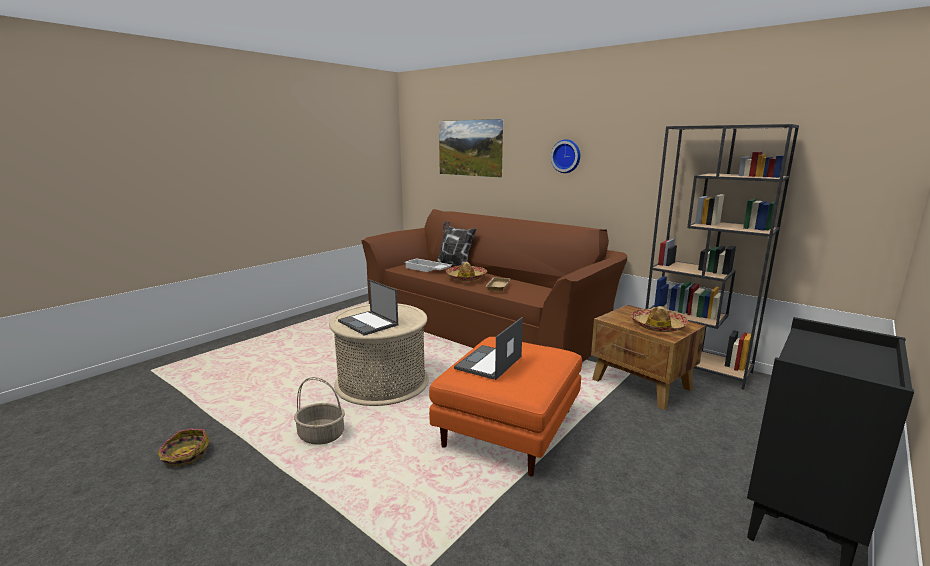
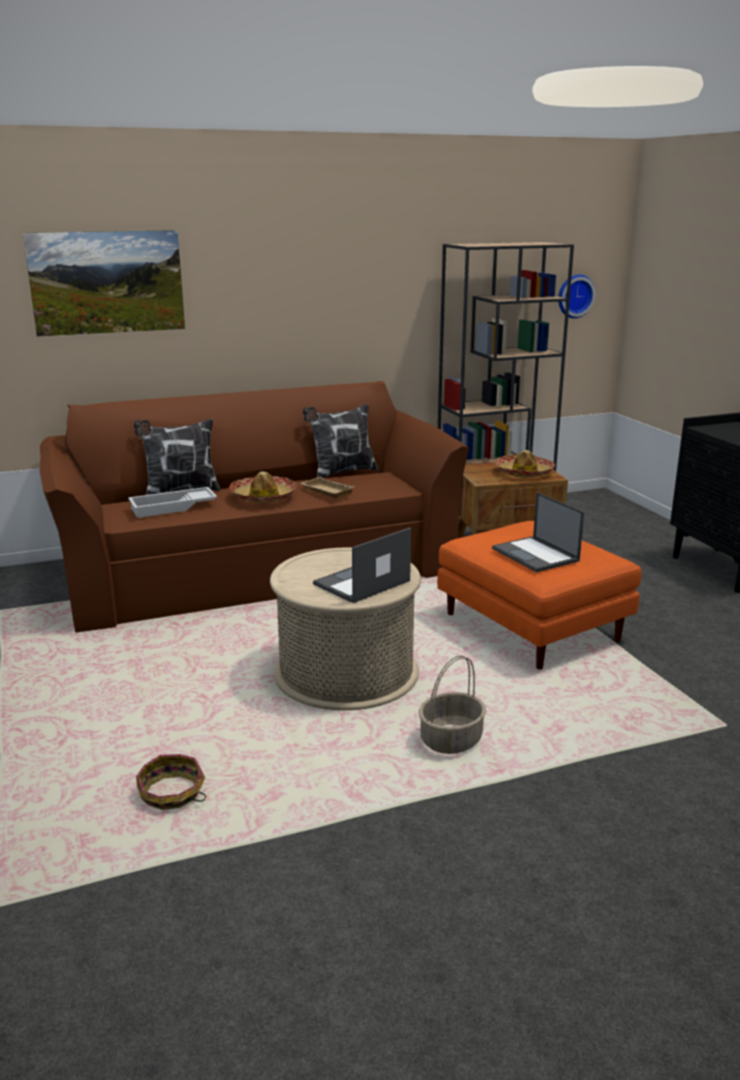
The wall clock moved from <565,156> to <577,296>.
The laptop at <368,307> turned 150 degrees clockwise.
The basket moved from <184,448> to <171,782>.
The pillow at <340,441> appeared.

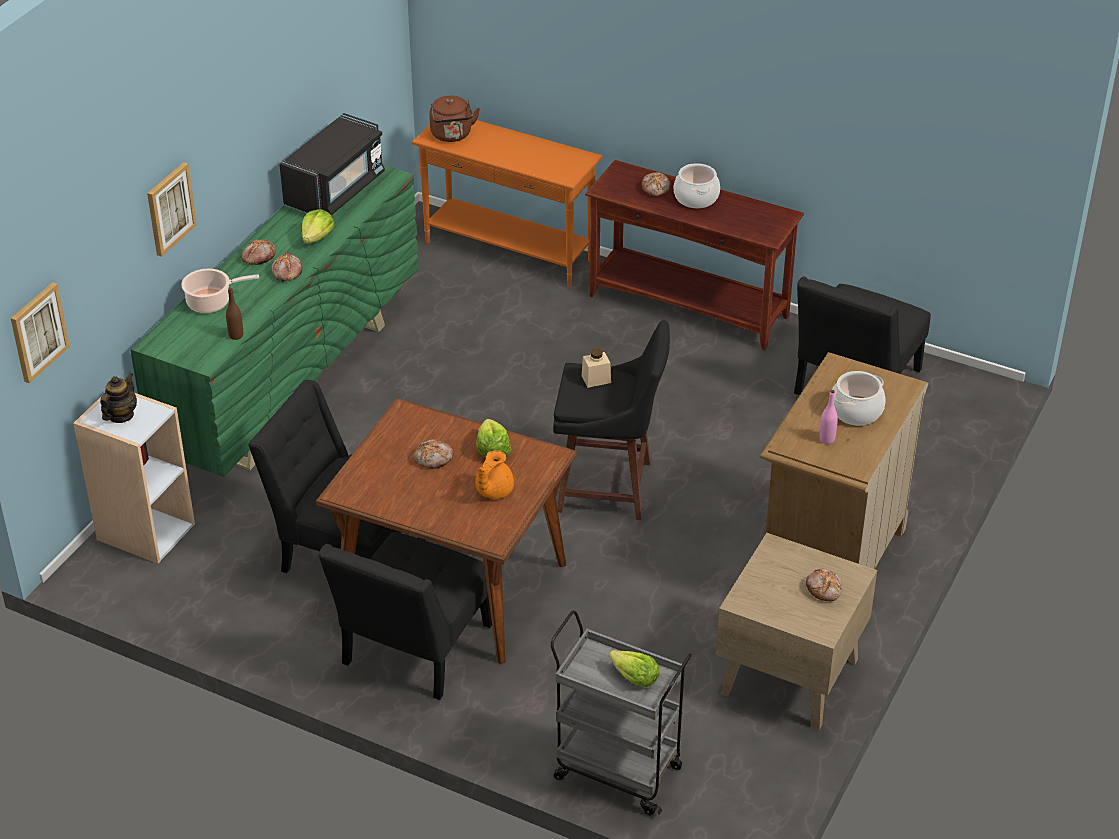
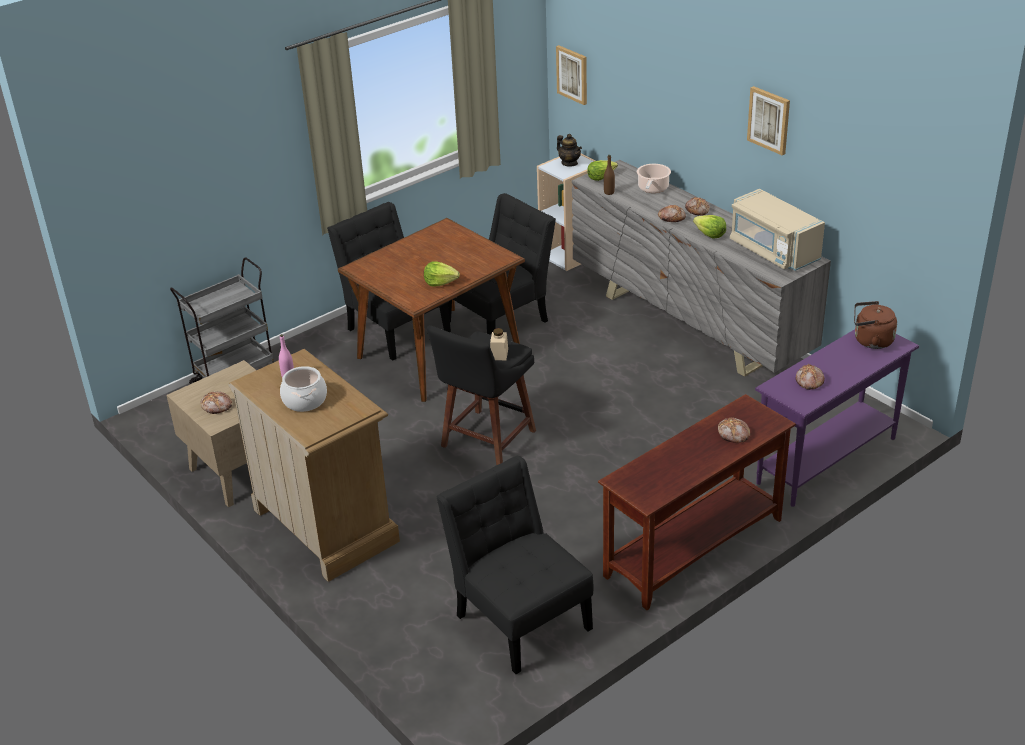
The microwave (black) at <332,164> became the microwave (beige) at <777,230>.
The console table (orange) at <507,203> became the console table (purple) at <837,418>.
The picture moved from <172,209> to <768,120>.
The cooking pot at <697,185> disappeared.
The cabinet (green) at <274,321> became the cabinet (grey) at <701,268>.
The bread moved from <434,454> to <810,377>.
The teapot (orange) at <494,474> disappeared.
The lettuce moved from <634,668> to <602,170>.

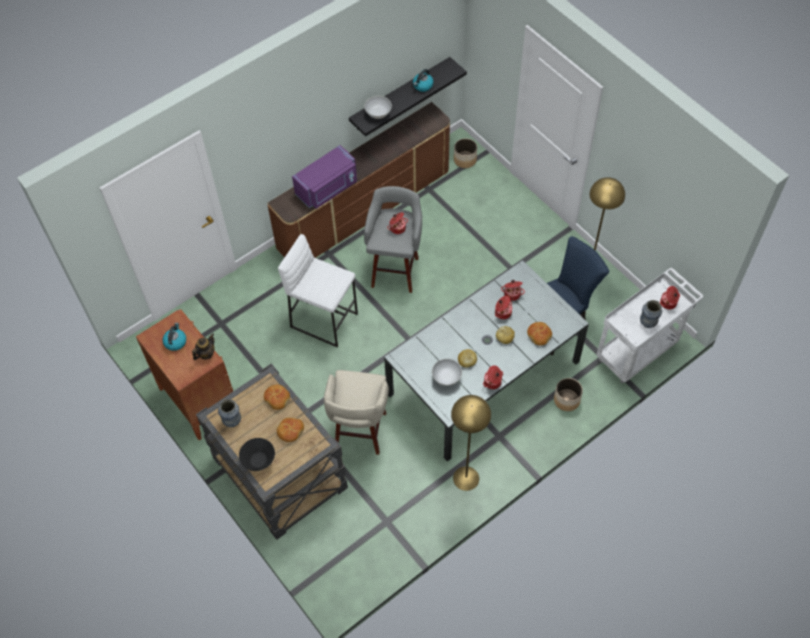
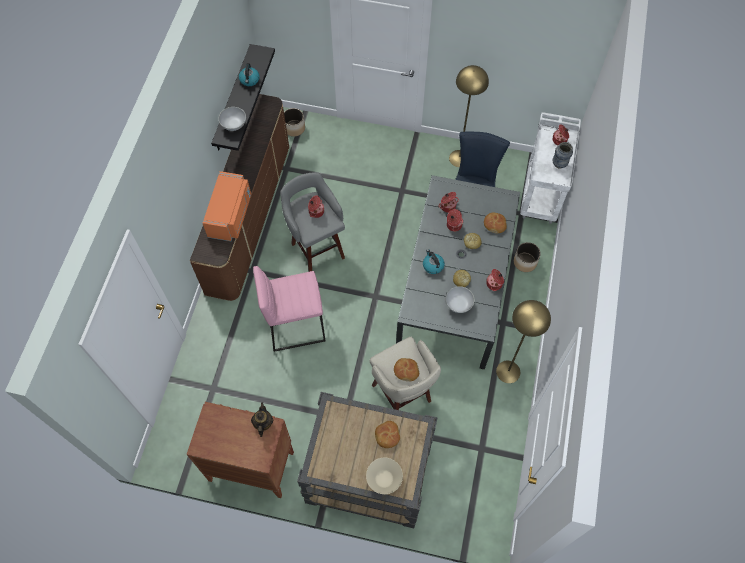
The microwave (purple) at <324,177> became the microwave (orange) at <227,206>.
The stool (white) at <318,290> became the stool (pink) at <289,309>.
The kettle moved from <174,337> to <434,261>.
The bread moved from <277,397> to <406,369>.
The vase at <229,413> disappeared.
The bowl (black) at <257,454> became the bowl (beige) at <384,475>.

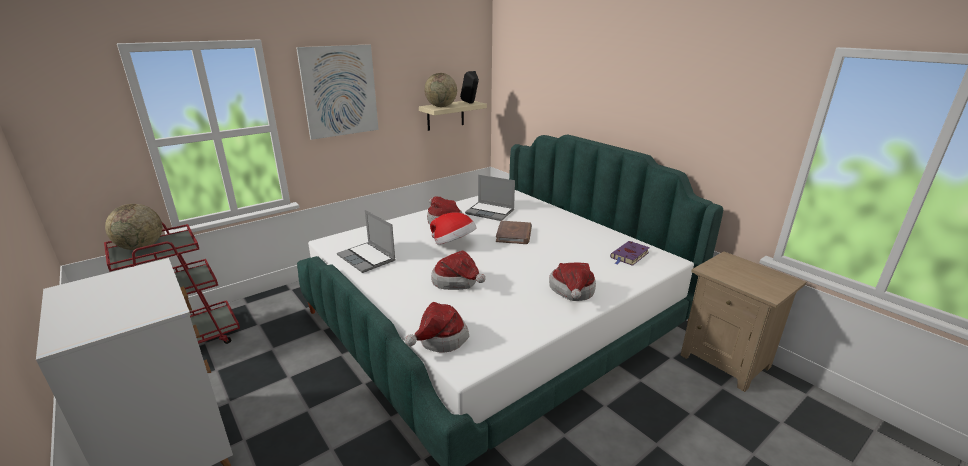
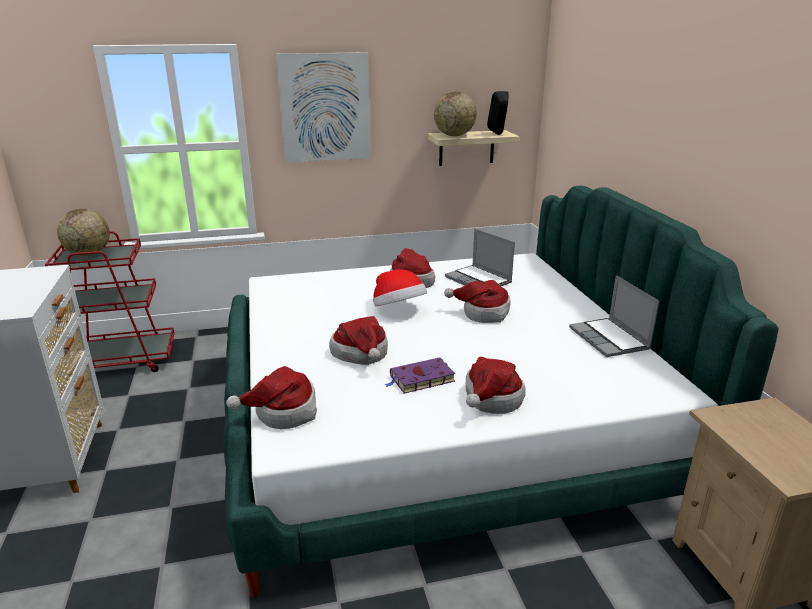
The laptop moved from <366,241> to <614,316>.
The book (brown) at <514,232> was replaced by the hat at <477,301>.
The book (purple) moved from <630,253> to <419,375>.

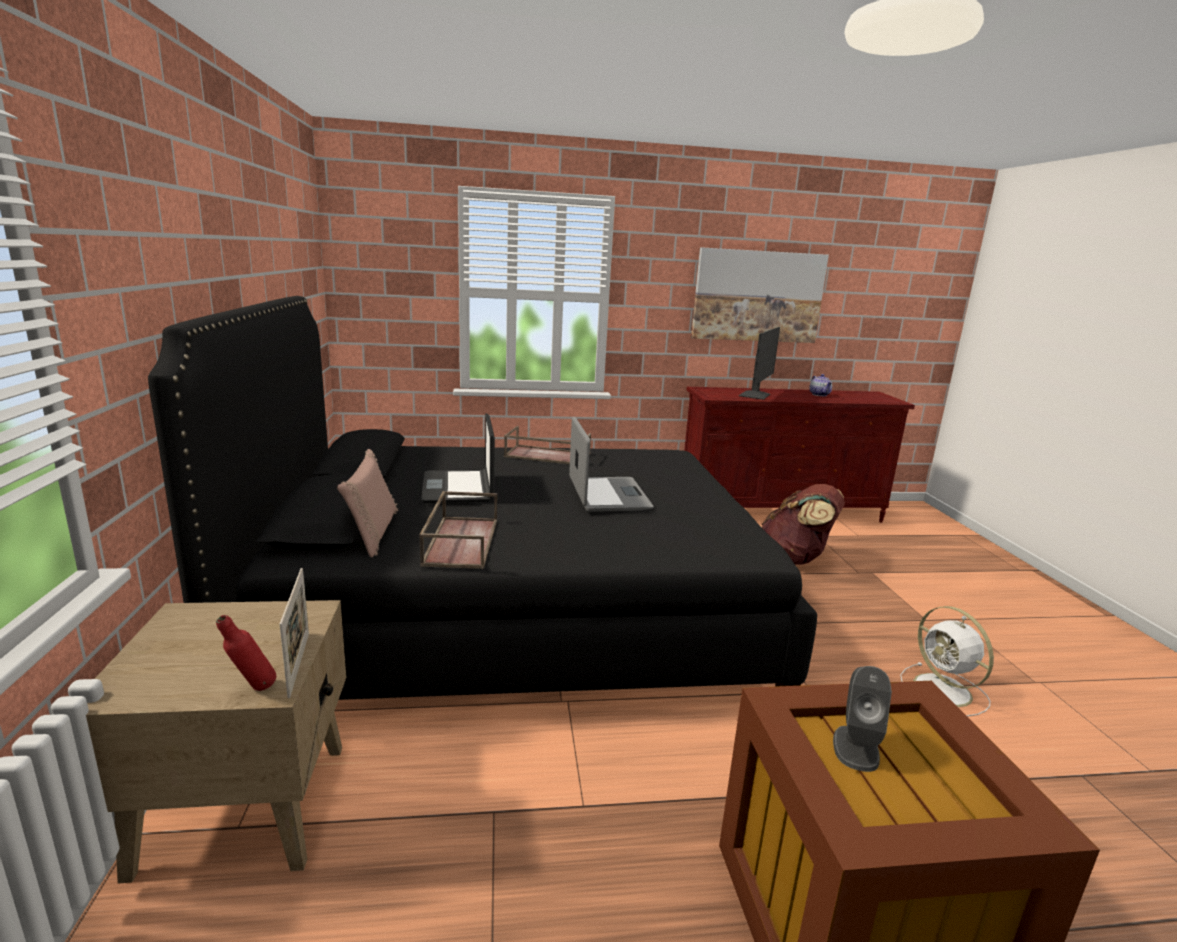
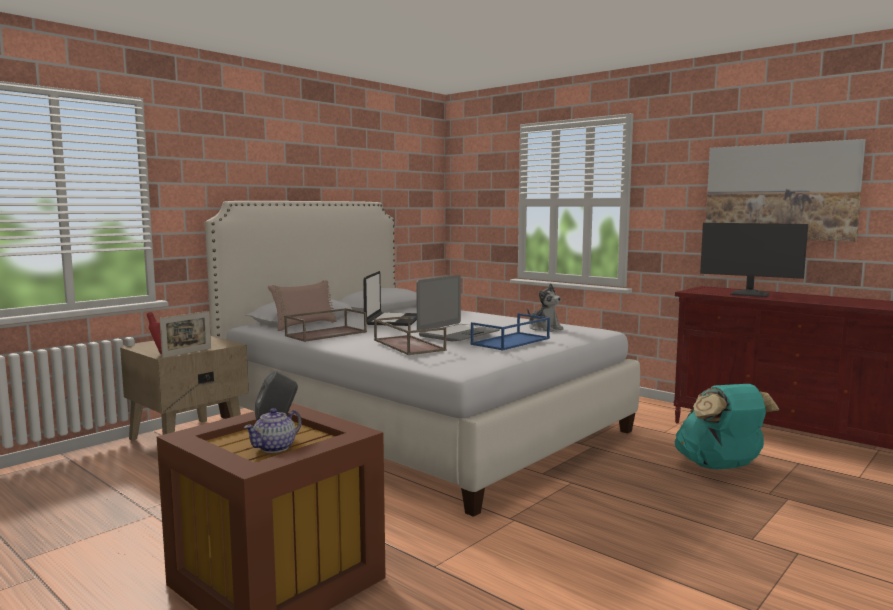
The bed (black) at <482,498> became the bed (white) at <422,359>.
The monitor at <759,363> turned 45 degrees clockwise.
The teapot moved from <821,385> to <273,430>.
The laptop at <458,458> turned 150 degrees clockwise.
The tray (brown) moved from <547,445> to <410,335>.
The backpack (brown) at <803,524> became the backpack (turquoise) at <727,426>.
The fan (white) at <947,661> disappeared.
The plush toy at <545,308> appeared.
The tray (blue) at <510,332> appeared.

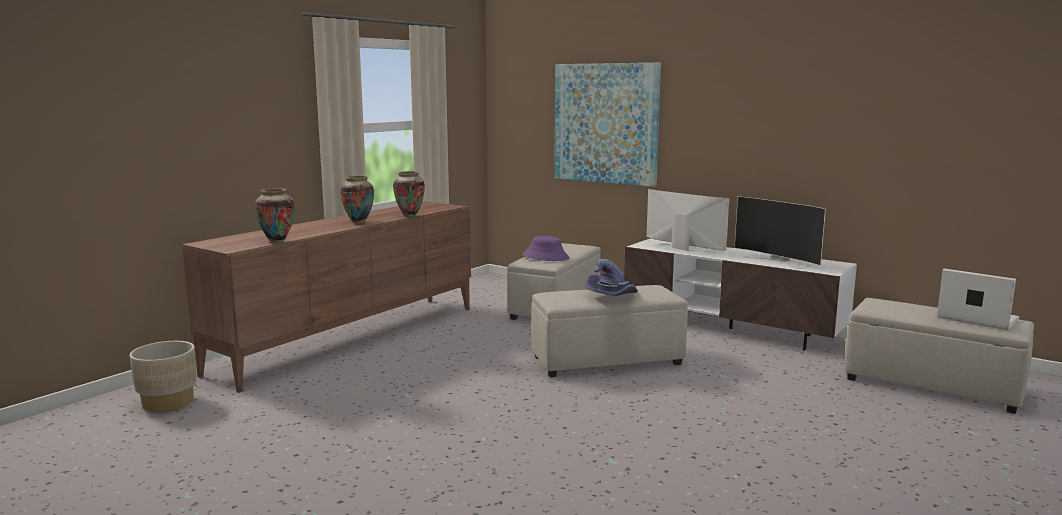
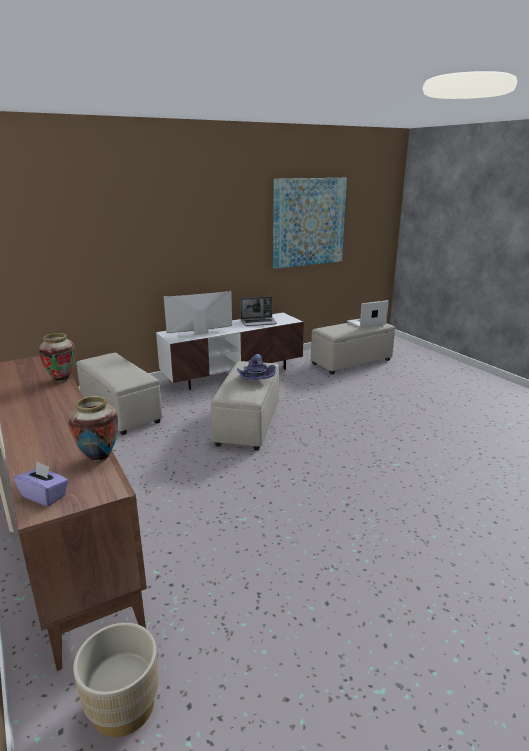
The picture moved from <608,125> to <310,223>.
The vase at <357,200> disappeared.
The television at <780,232> was replaced by the laptop at <258,311>.
The hat (purple) at <546,248> disappeared.
The tissue box (purple) at <41,484> appeared.

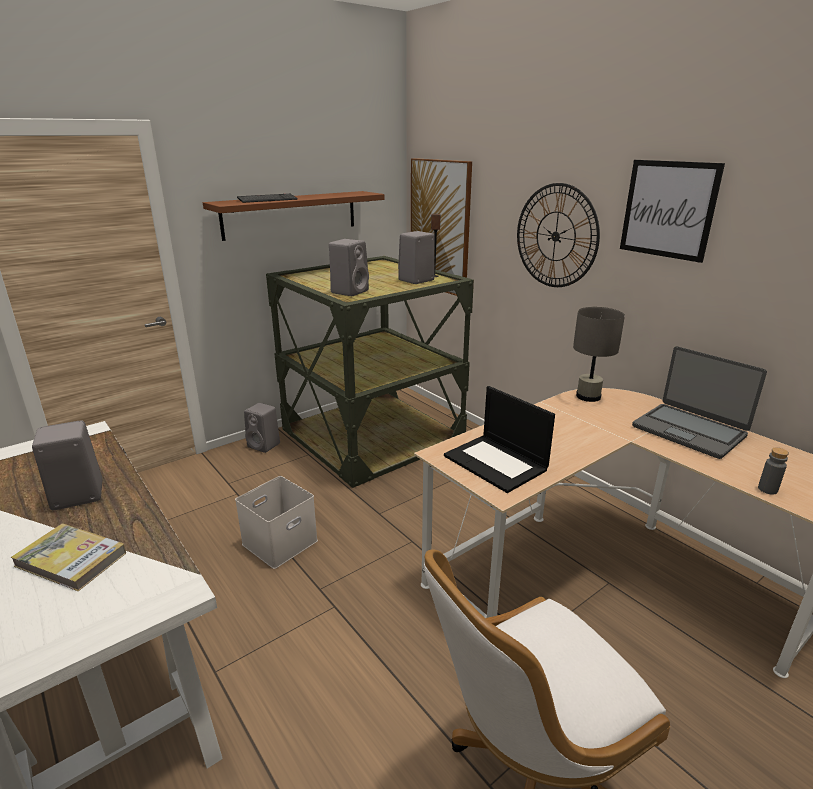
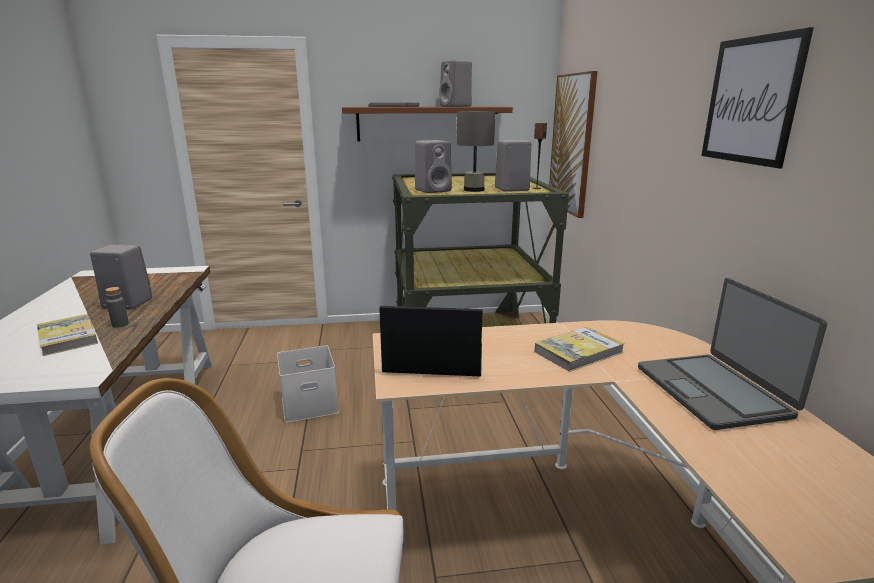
The wall clock at <558,235> disappeared.
The table lamp (grey) moved from <599,354> to <476,151>.
The laptop at <499,439> turned 105 degrees clockwise.
The speaker (grey) moved from <262,428> to <455,83>.
The bottle (grey) moved from <773,471> to <117,307>.
The book at <580,349> appeared.

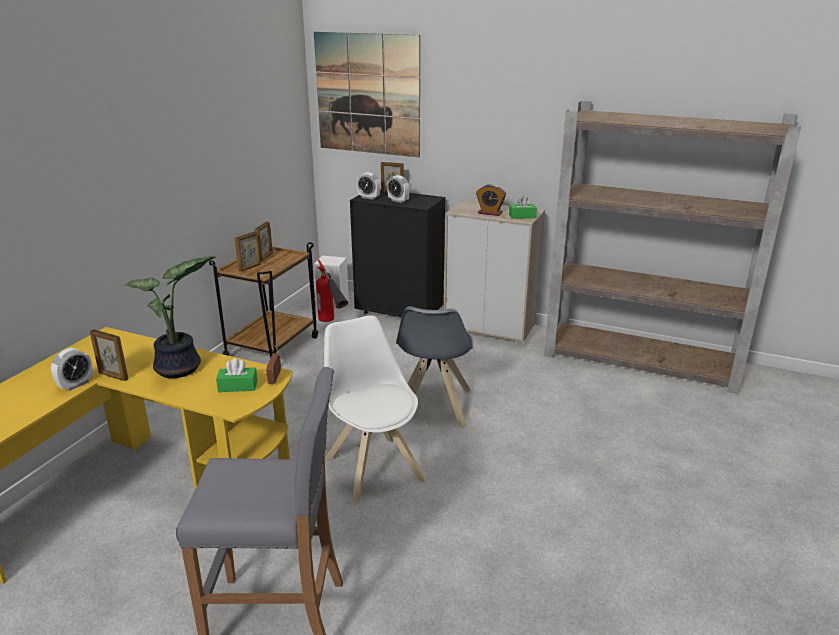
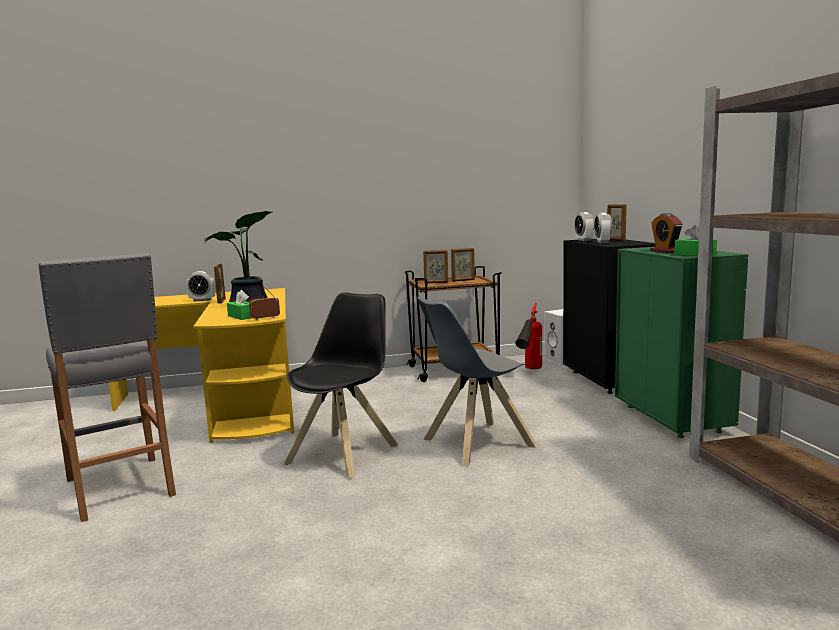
The picture at <367,94> disappeared.
The cabinet (beige) at <494,272> became the cabinet (green) at <681,342>.
The chair (white) at <375,409> became the chair (black) at <341,385>.

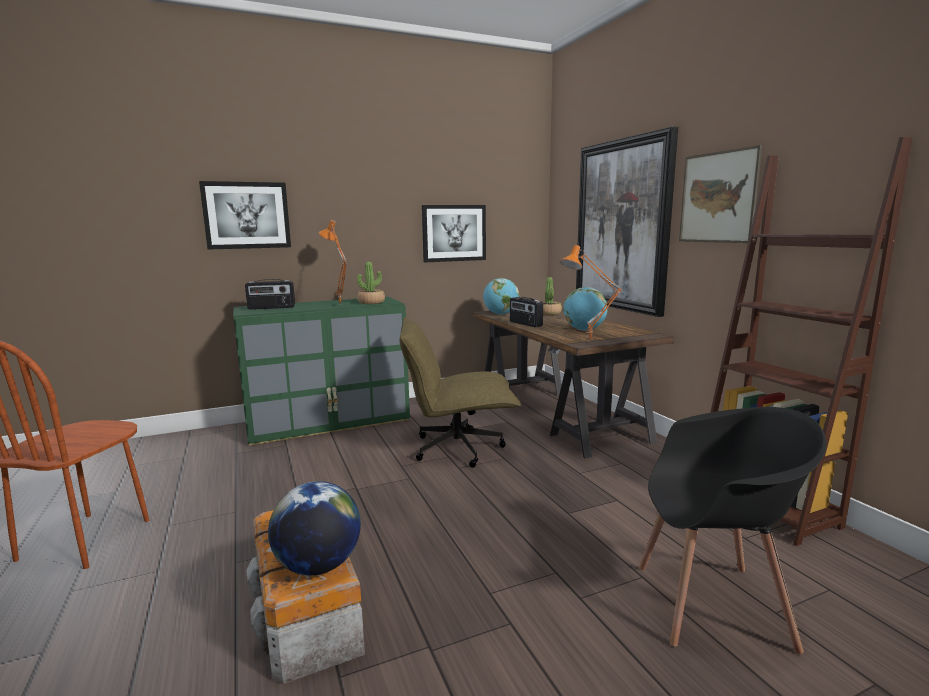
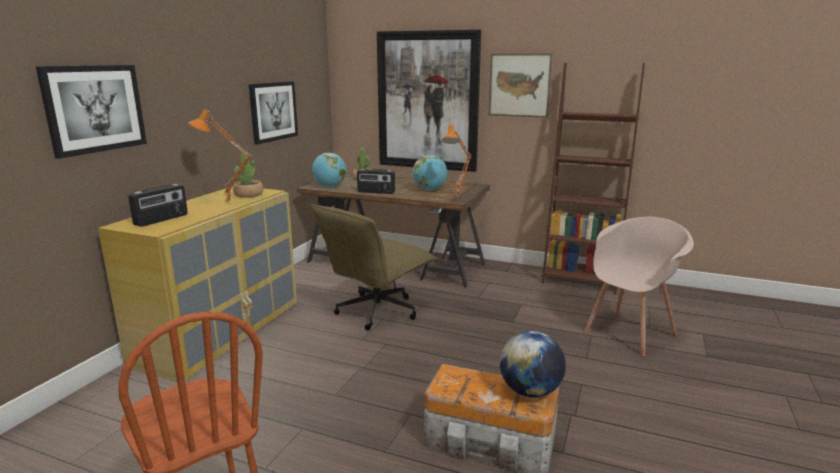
The cabinet (green) at <321,371> became the cabinet (yellow) at <197,284>.
The chair (black) at <733,530> became the chair (beige) at <639,286>.

